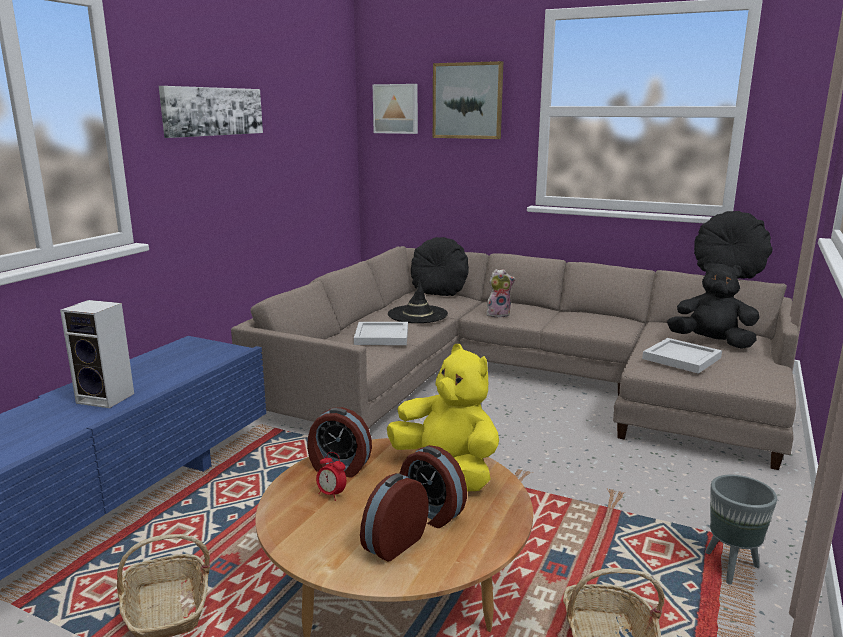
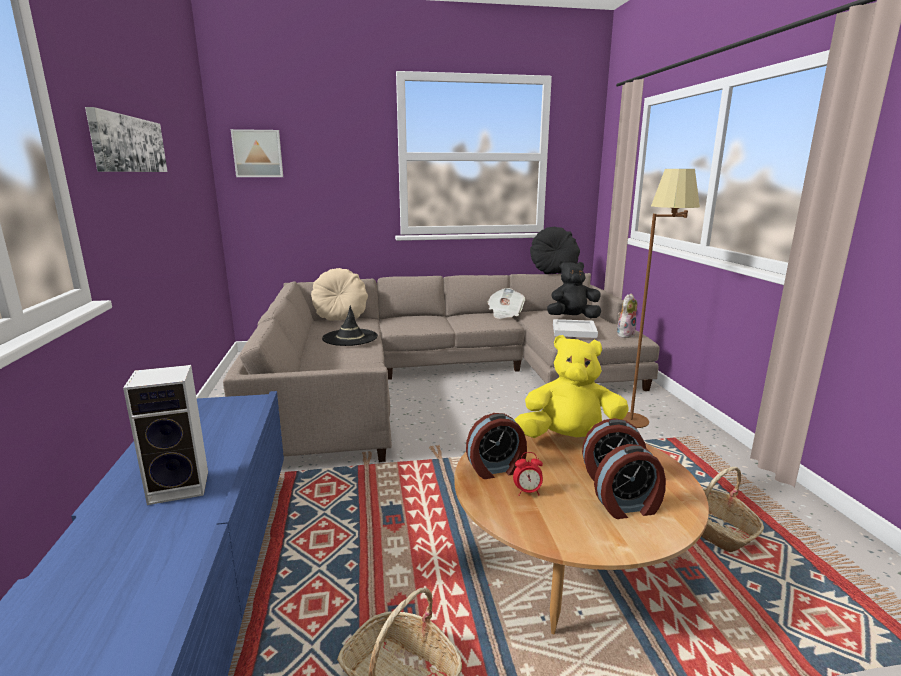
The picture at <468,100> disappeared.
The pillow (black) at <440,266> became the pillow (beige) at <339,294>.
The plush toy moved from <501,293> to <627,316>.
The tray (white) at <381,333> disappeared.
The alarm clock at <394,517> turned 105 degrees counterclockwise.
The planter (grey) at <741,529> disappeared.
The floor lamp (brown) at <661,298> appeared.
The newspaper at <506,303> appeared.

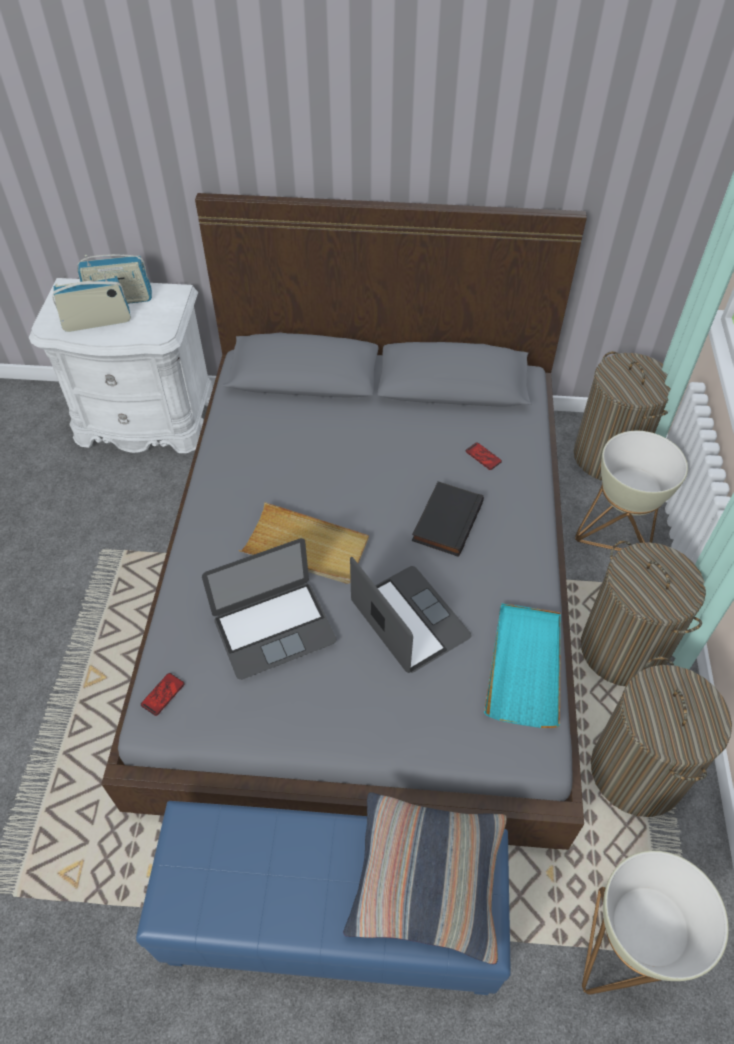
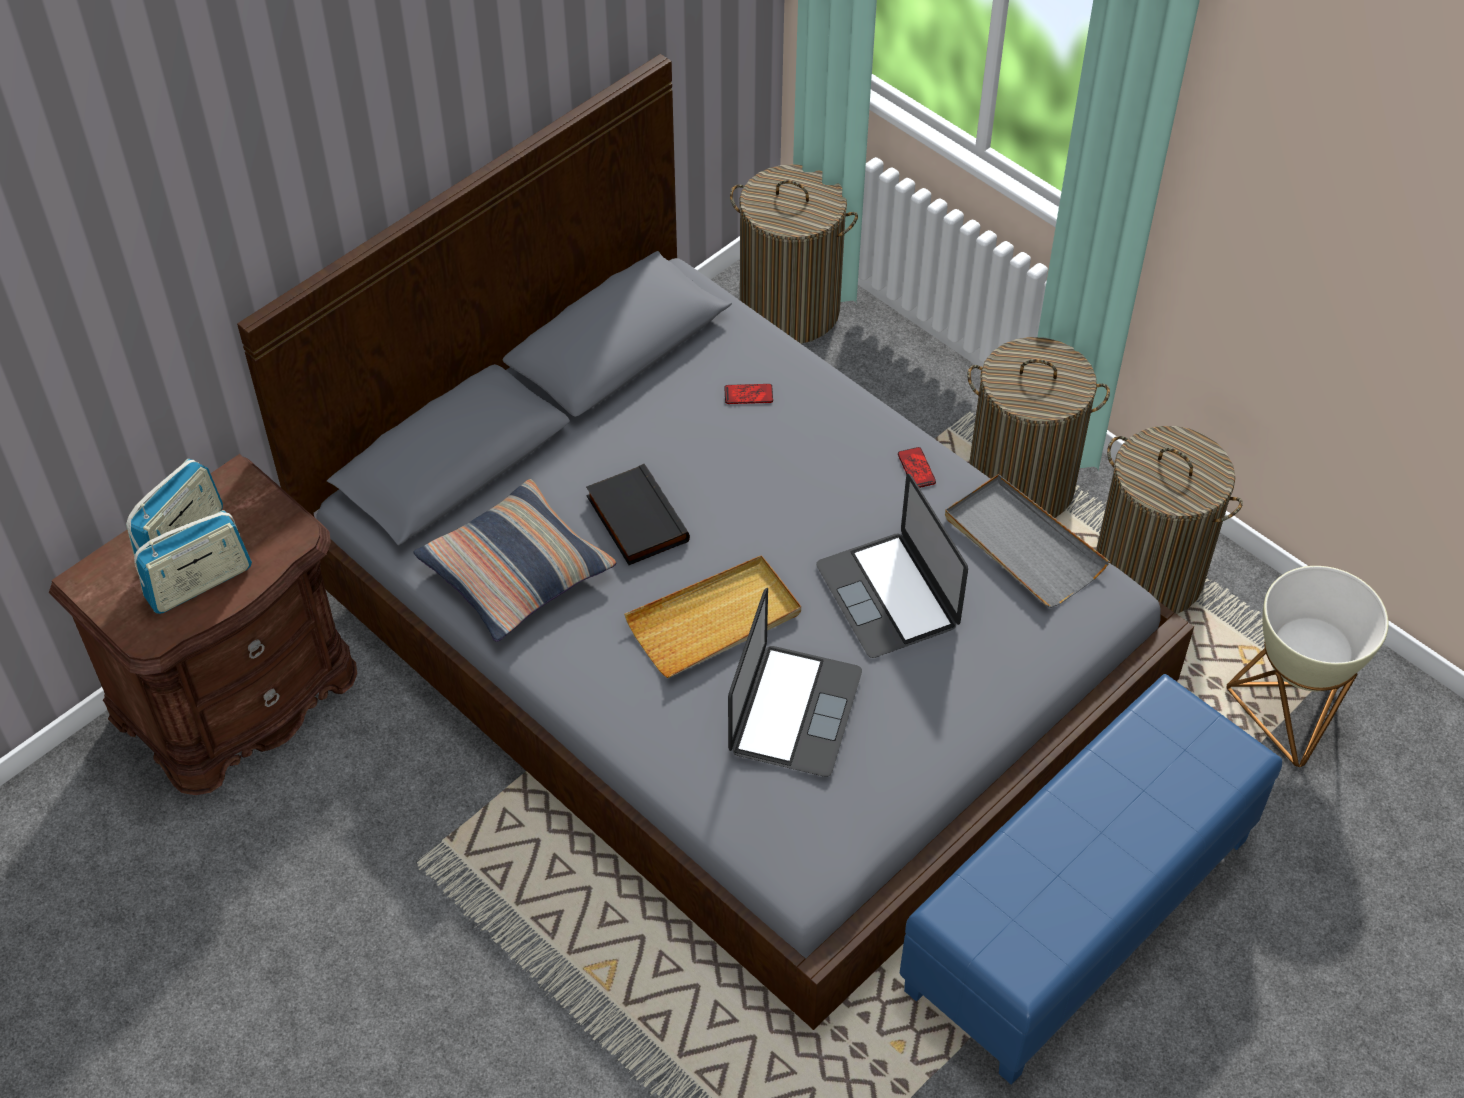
The radio at <92,301> turned 150 degrees counterclockwise.
The nightstand (white) at <121,365> became the nightstand (brown) at <203,624>.
The planter at <631,491> disappeared.
The book (black) moved from <448,519> to <638,514>.
The laptop at <411,615> turned 120 degrees counterclockwise.
The tray (turquoise) at <522,665> became the tray (grey) at <1027,541>.
The phone moved from <163,694> to <917,467>.
The pillow moved from <425,878> to <515,560>.

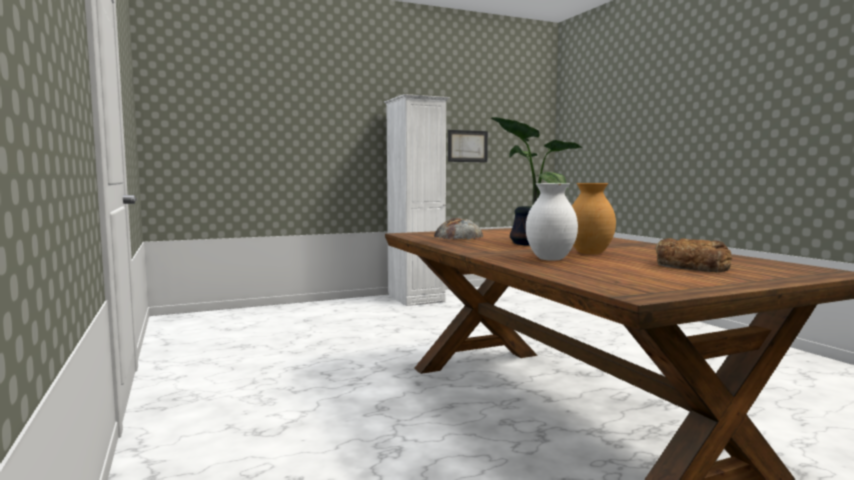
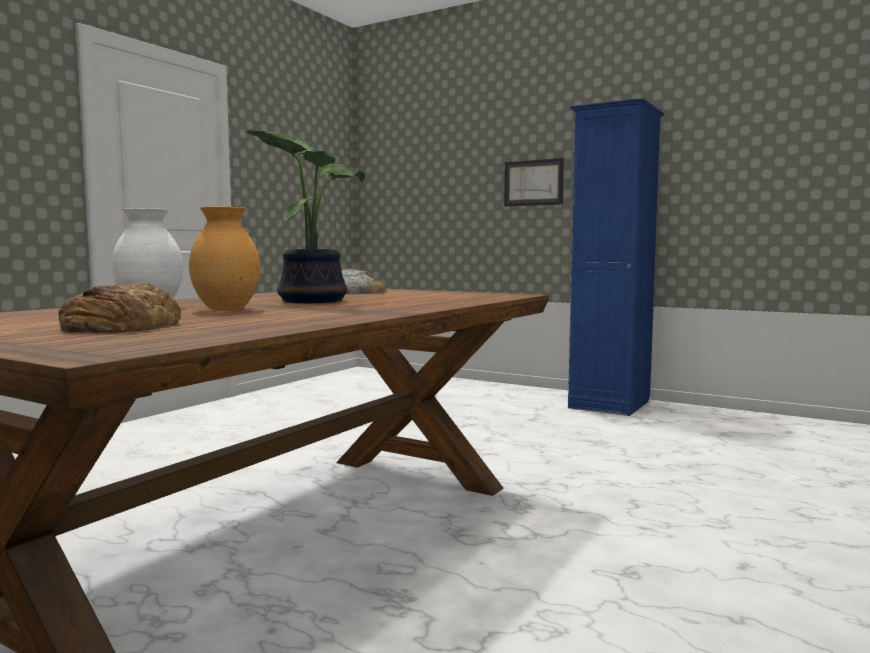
The cabinet (white) at <417,200> became the cabinet (blue) at <616,257>.
The picture moved from <468,146> to <534,182>.

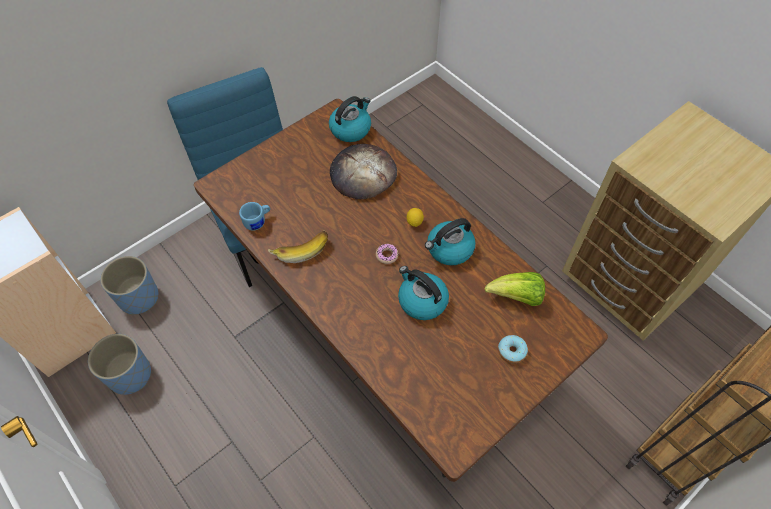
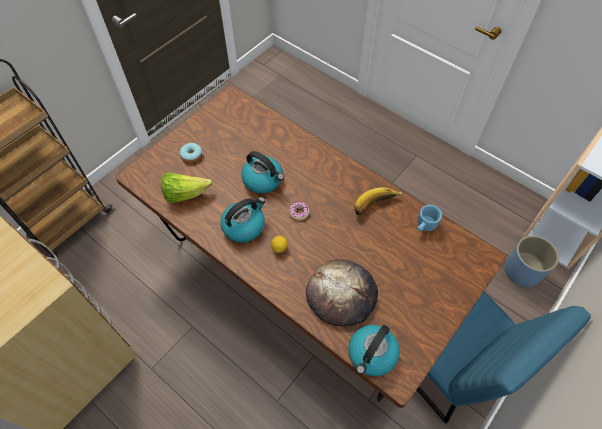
The planter (blue) at <119,364> disappeared.

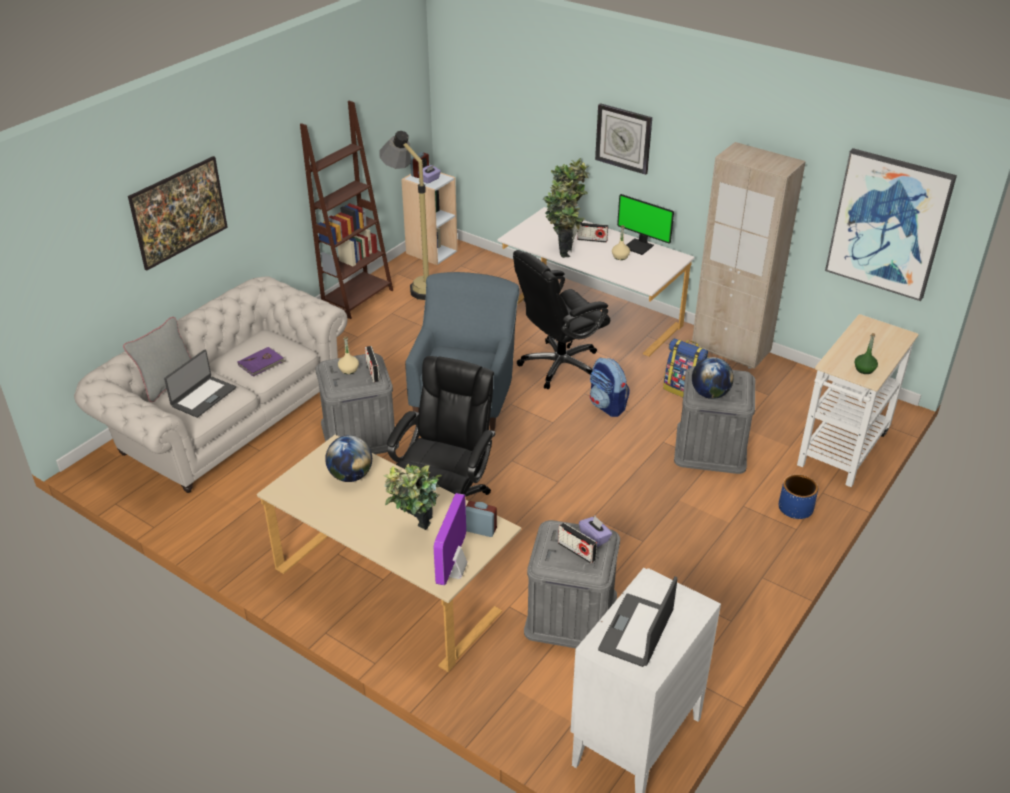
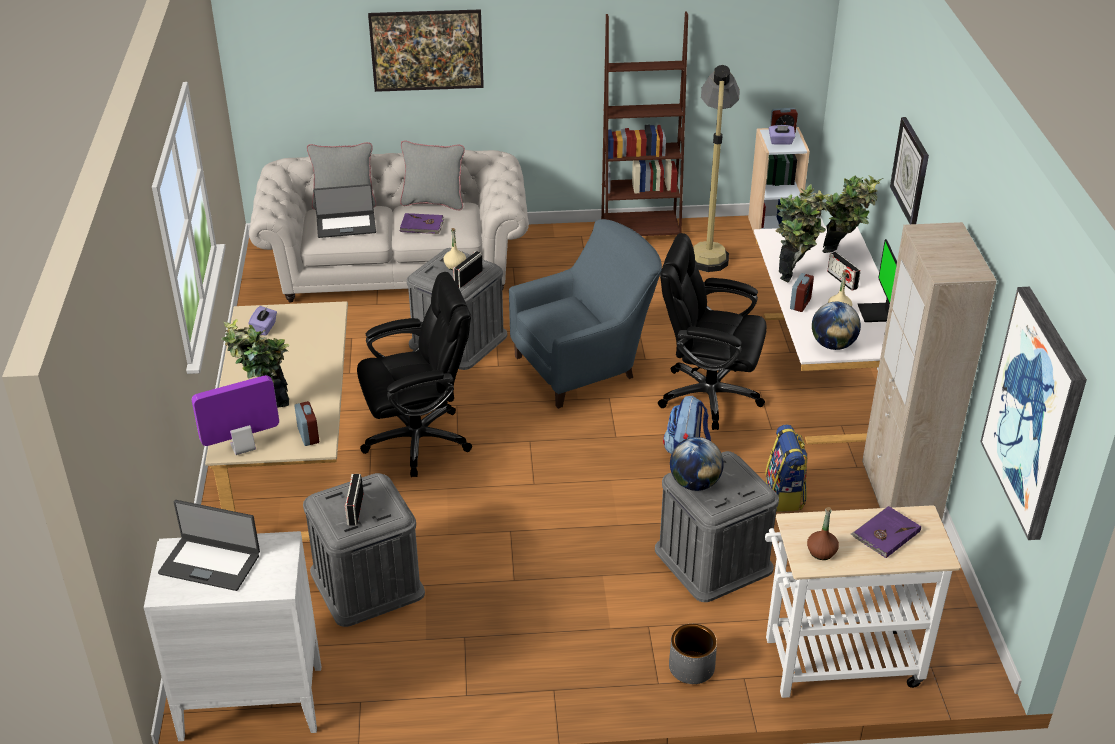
The bottle (green) at <866,353> became the bottle (brown) at <823,533>.
The globe moved from <348,458> to <836,326>.
The planter (blue) at <798,496> became the planter (grey) at <693,654>.
The tissue box (purple) moved from <595,531> to <262,320>.
The laptop at <638,621> turned 150 degrees counterclockwise.
The pillow (grey) at <432,175> appeared.
The alarm clock at <802,292> appeared.
The book (purple) at <886,532> appeared.

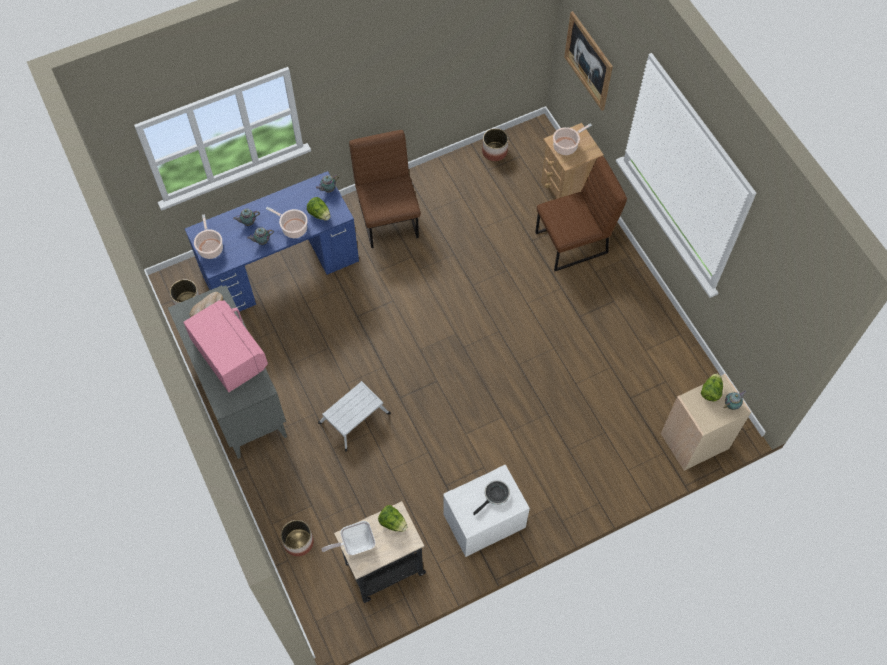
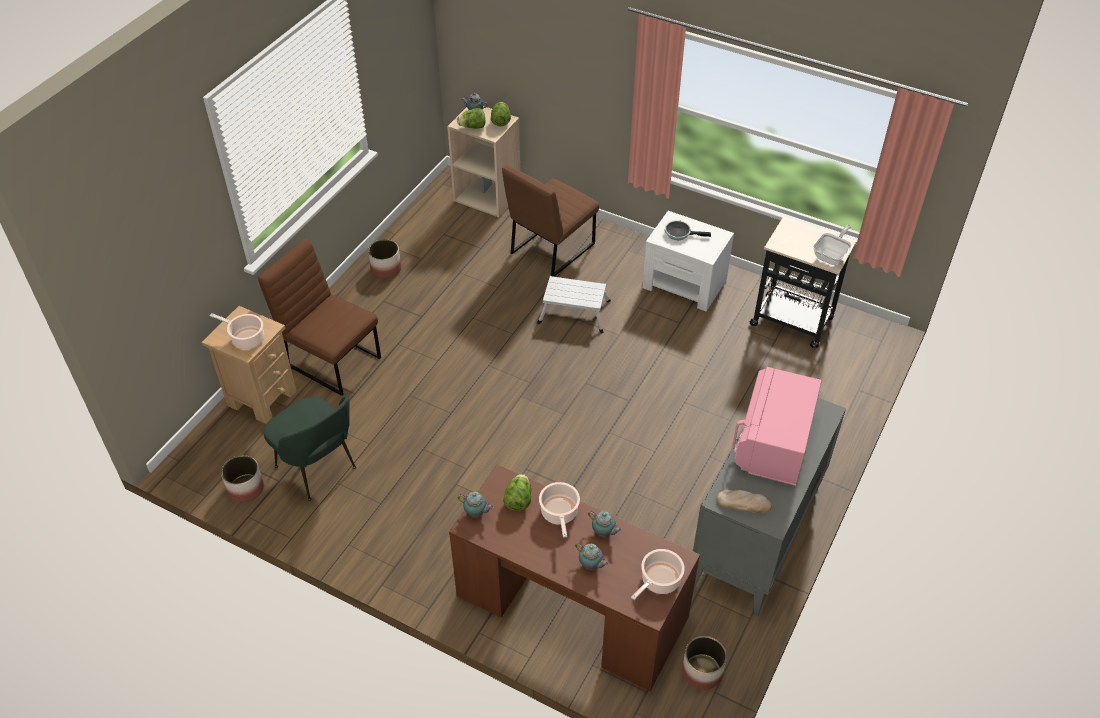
The picture at <588,61> disappeared.
The chair (brown) moved from <385,189> to <550,221>.
The desk (blue) at <272,241> became the desk (brown) at <574,578>.
The step ladder (white) moved from <354,416> to <574,305>.
The lettuce moved from <393,518> to <501,114>.
The planter moved from <297,538> to <384,259>.
The frying pan at <348,538> turned 90 degrees counterclockwise.
The chair (green) at <310,448> appeared.

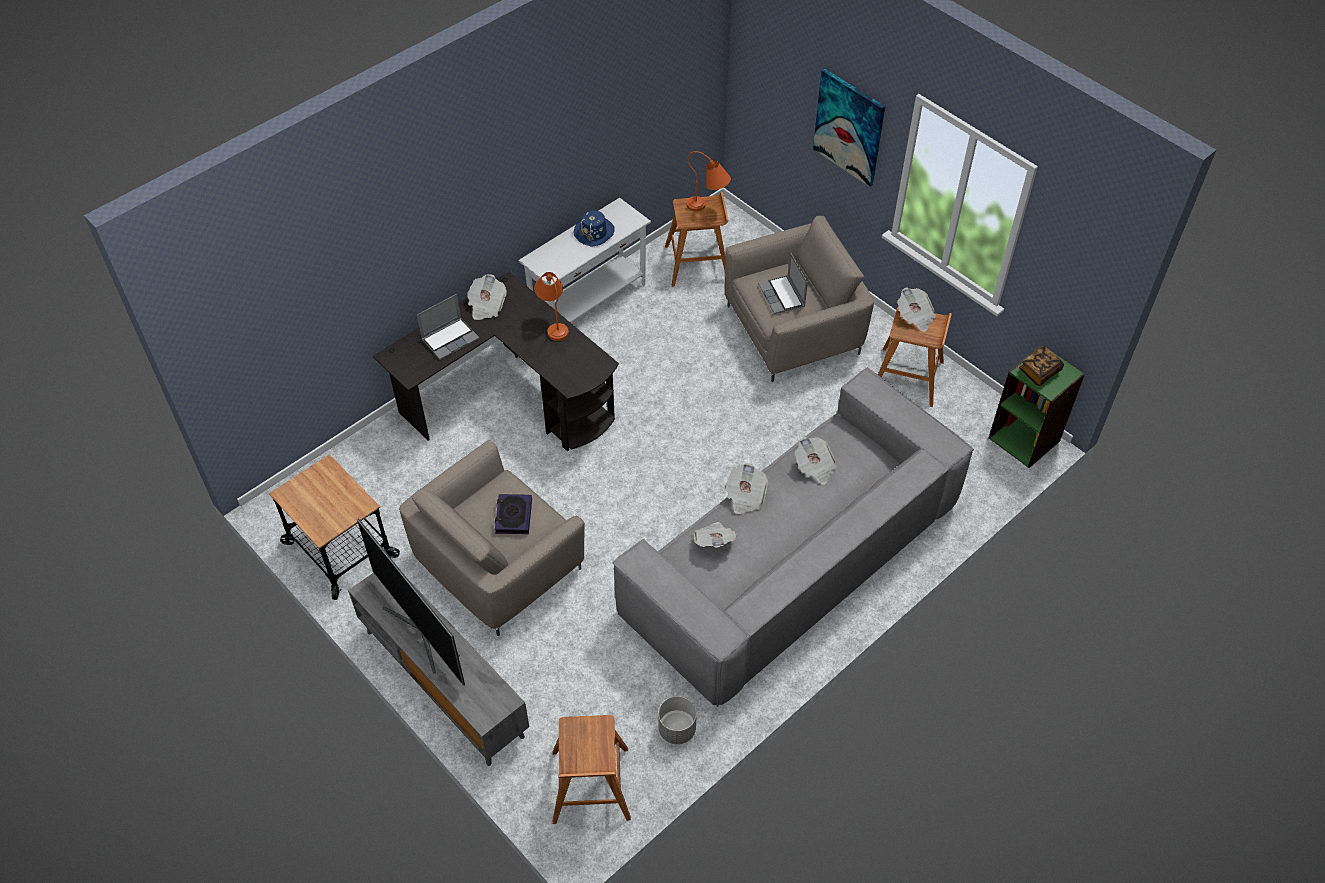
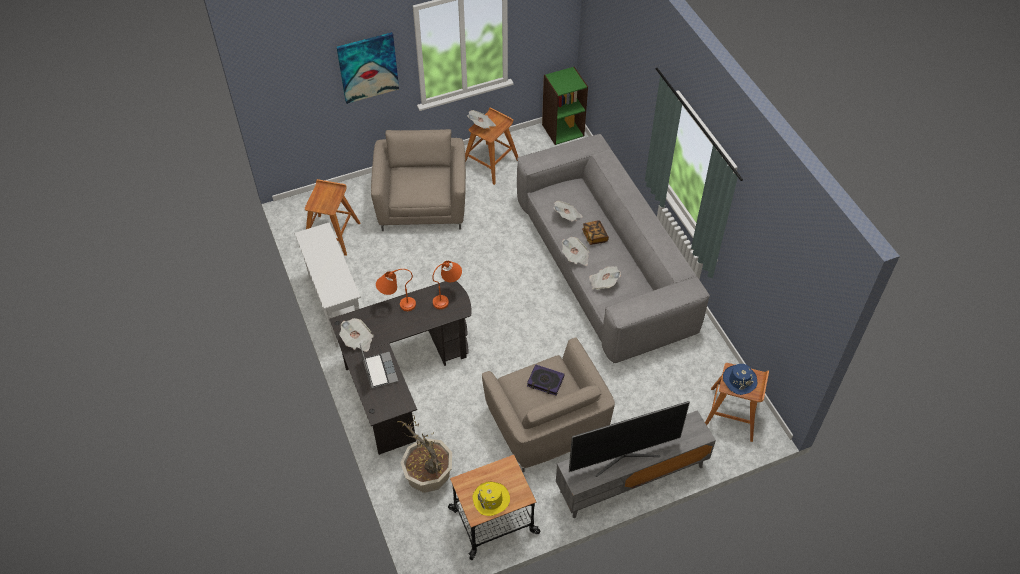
The table lamp (orange) moved from <709,181> to <447,285>.
The hat (blue) moved from <594,229> to <740,379>.
The laptop at <783,283> disappeared.
The book moved from <1041,366> to <595,232>.
The planter (grey) at <677,720> disappeared.
The potted plant at <424,454> appeared.
The hat (yellow) at <491,498> appeared.

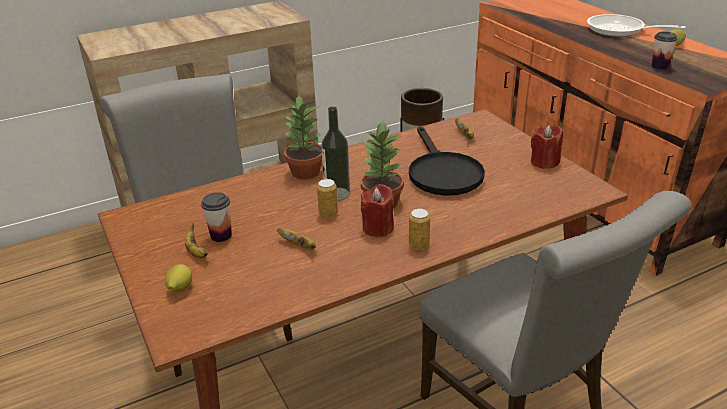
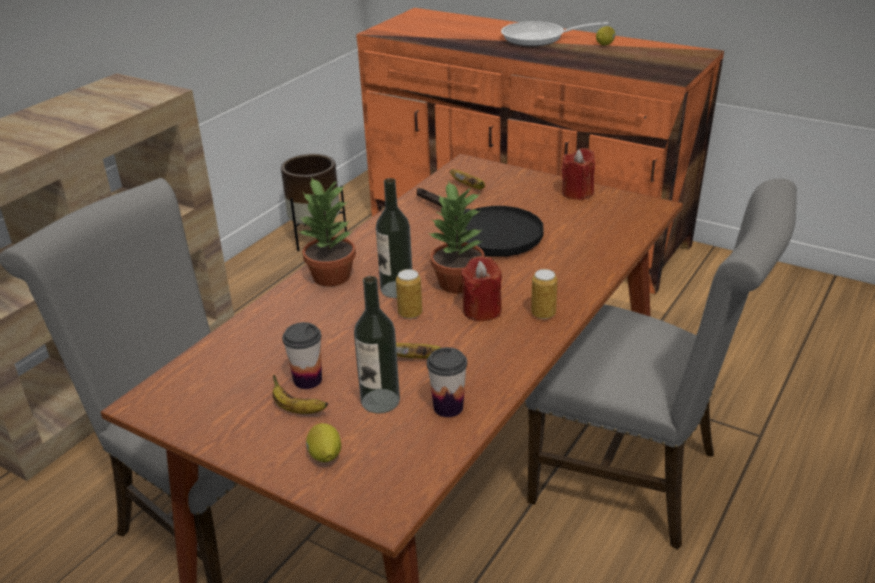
The cup moved from <664,50> to <447,382>.
The bottle at <377,345> appeared.

